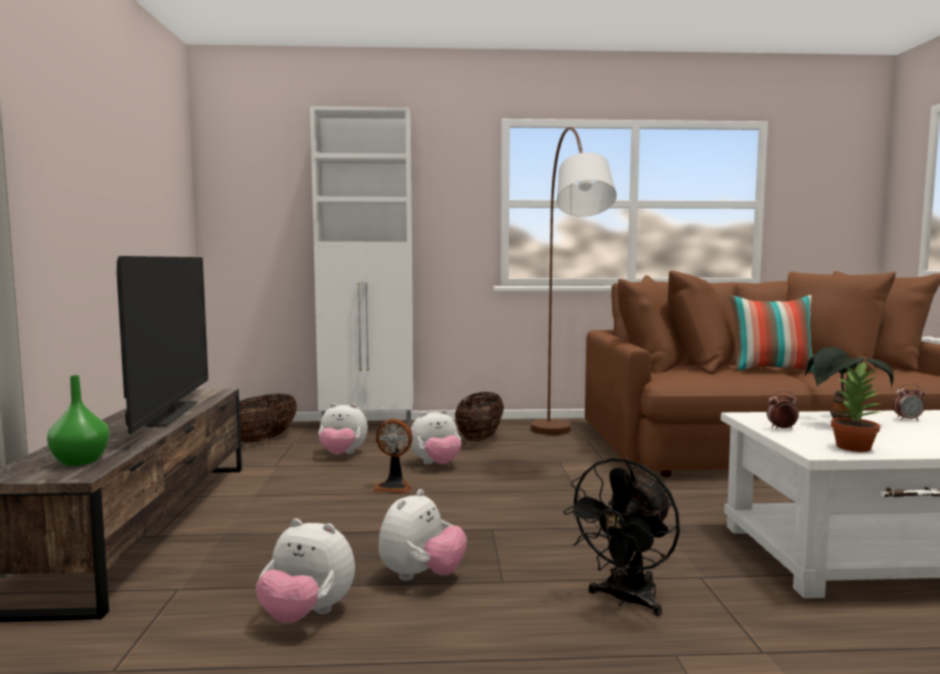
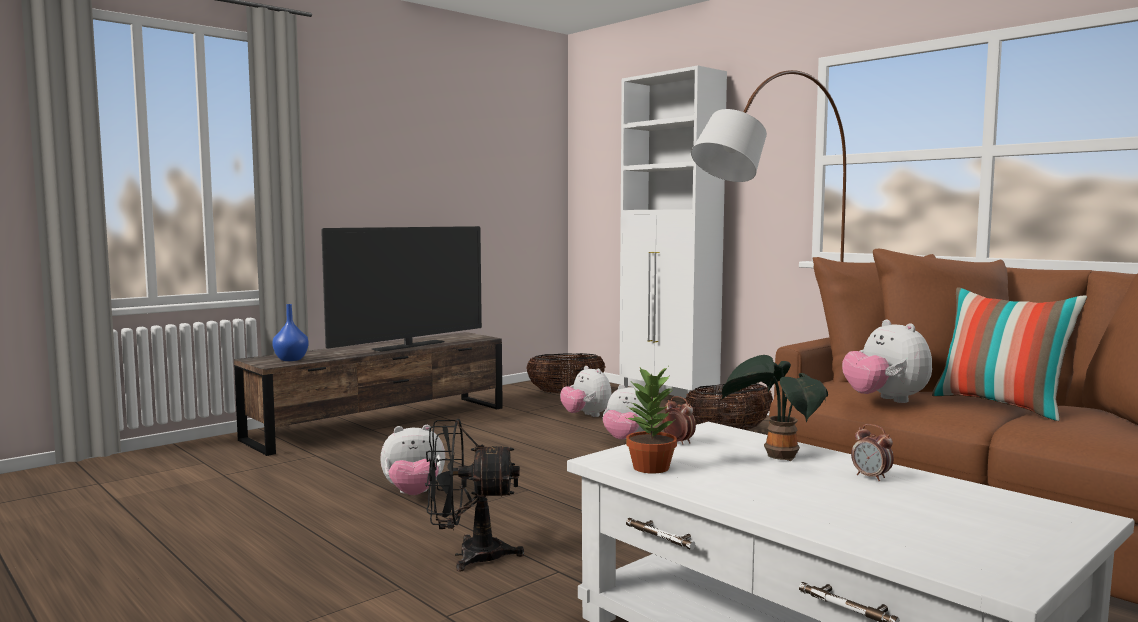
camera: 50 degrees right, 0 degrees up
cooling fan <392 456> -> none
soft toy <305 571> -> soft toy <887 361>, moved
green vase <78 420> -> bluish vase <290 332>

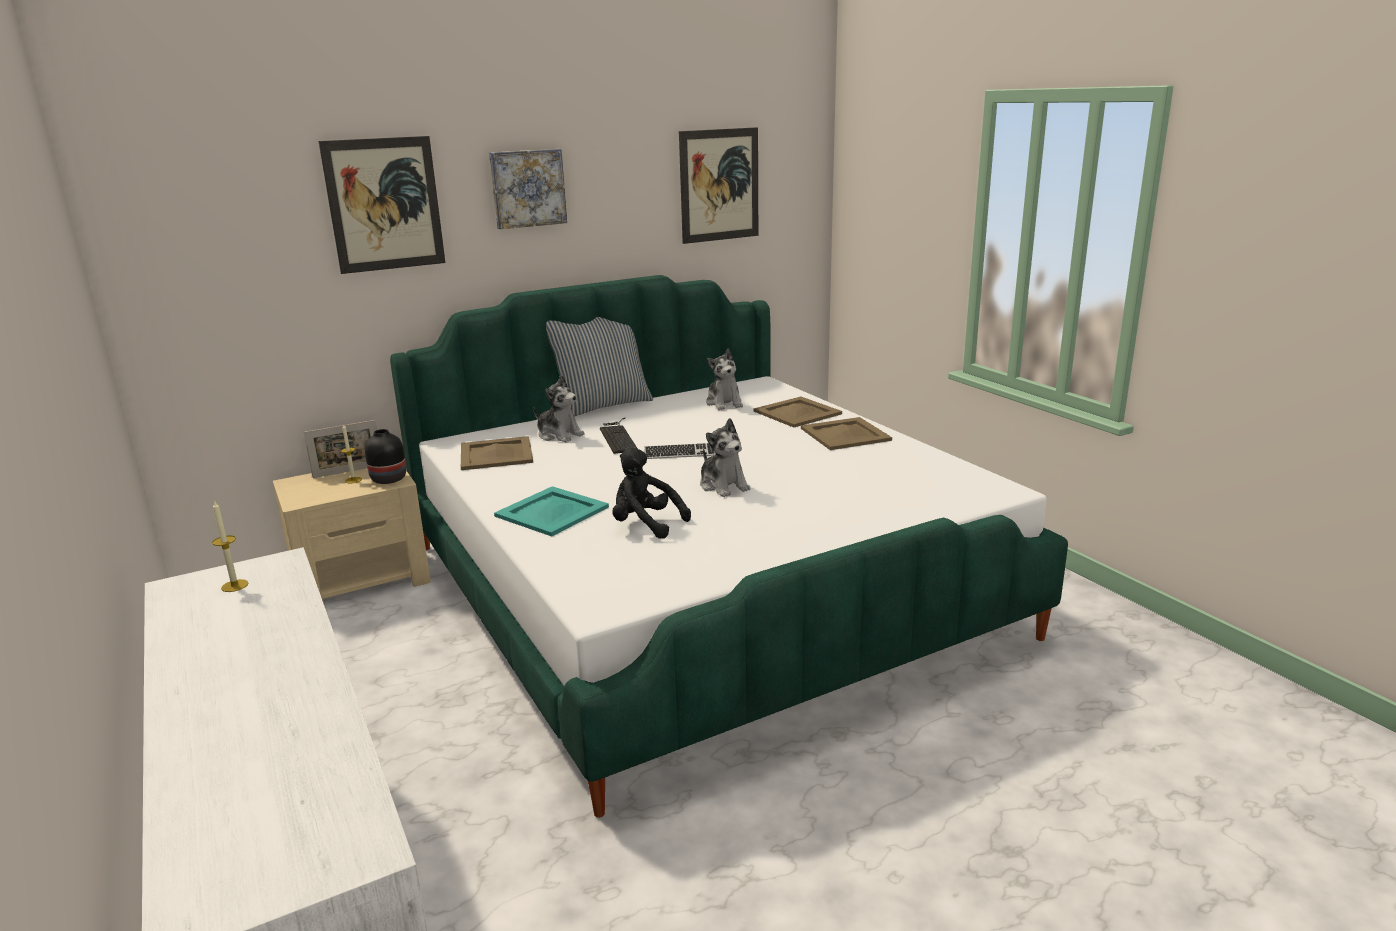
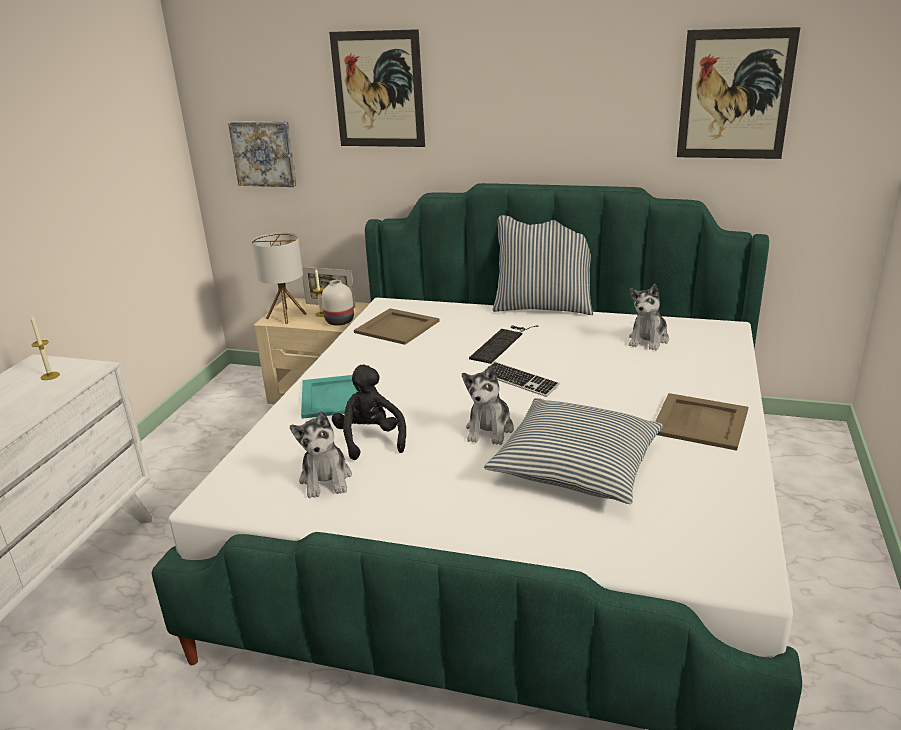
camera: 45 degrees right, 5 degrees up
sand-coloured tray <798 412> -> none
none -> lamp for a table <279 278>
none -> throw pillow <573 451>
wall picture <528 189> -> wall picture <262 154>, moved
soft toy <559 409> -> soft toy <321 454>, moved
blackish vase <385 456> -> white-coloured vase <338 303>

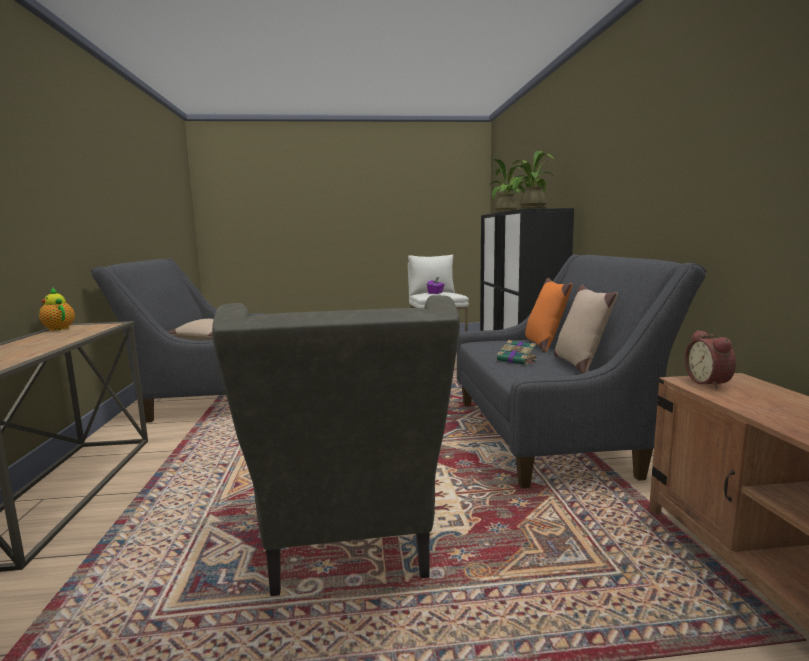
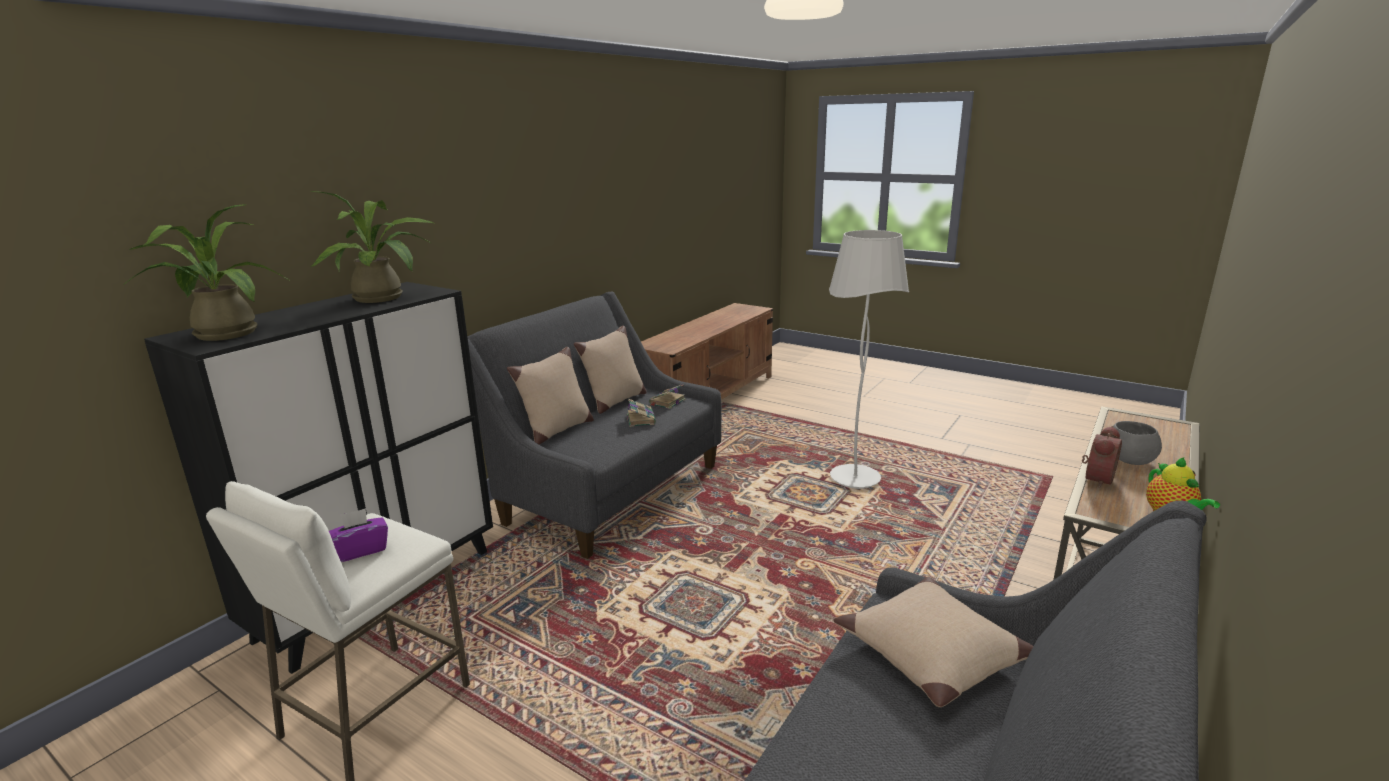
camera: 140 degrees left, 10 degrees up
none -> volume <667 396>
none -> gray bowl <1137 443>
table clock <710 359> -> table clock <1102 457>, moved
gray armchair <336 445> -> white-coloured standard lamp <869 359>
orangey throw pillow <548 315> -> sand-coloured throw pillow <550 395>

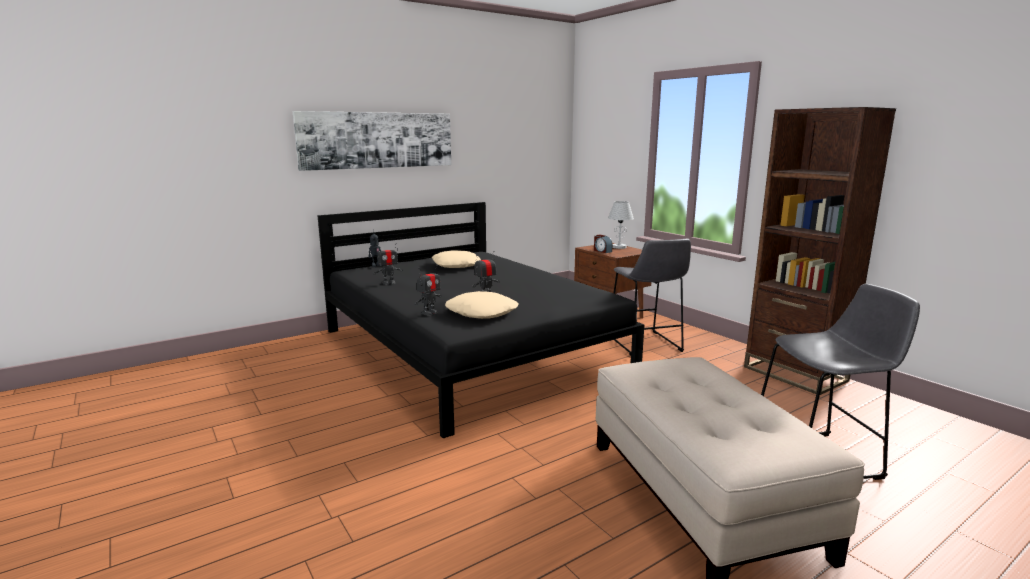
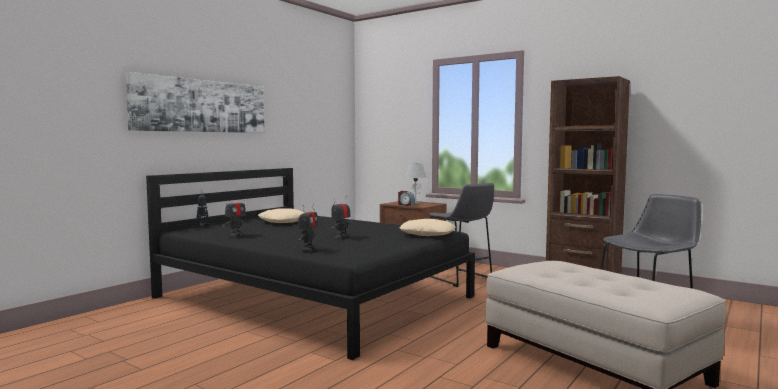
camera: 20 degrees left, 10 degrees down
sand-coloured throw pillow <482 305> -> sand-coloured throw pillow <427 227>, moved

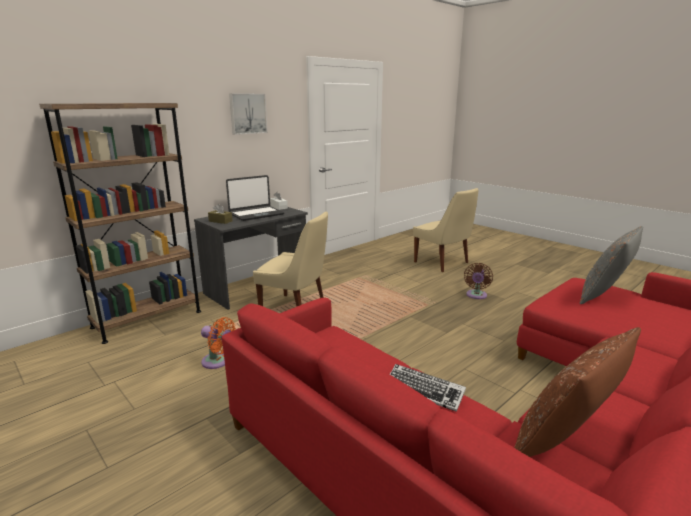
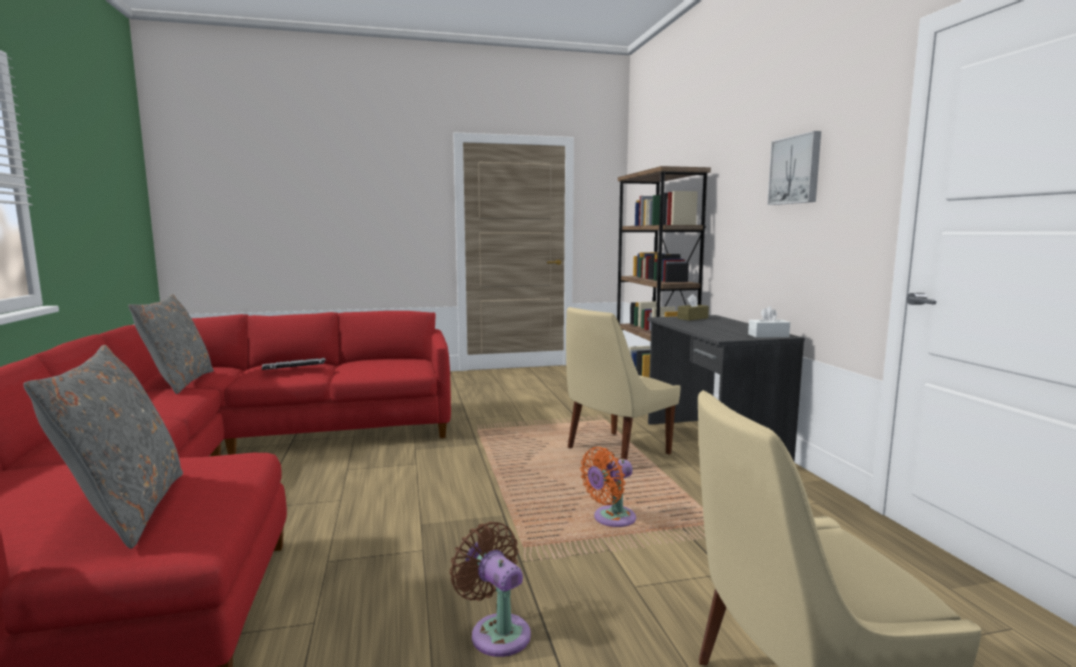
camera: 120 degrees right, 10 degrees down
notebook computer <255 198> -> none
orangey cooling fan <218 343> -> orangey cooling fan <608 487>, moved
brown throw pillow <577 392> -> gray throw pillow <171 344>

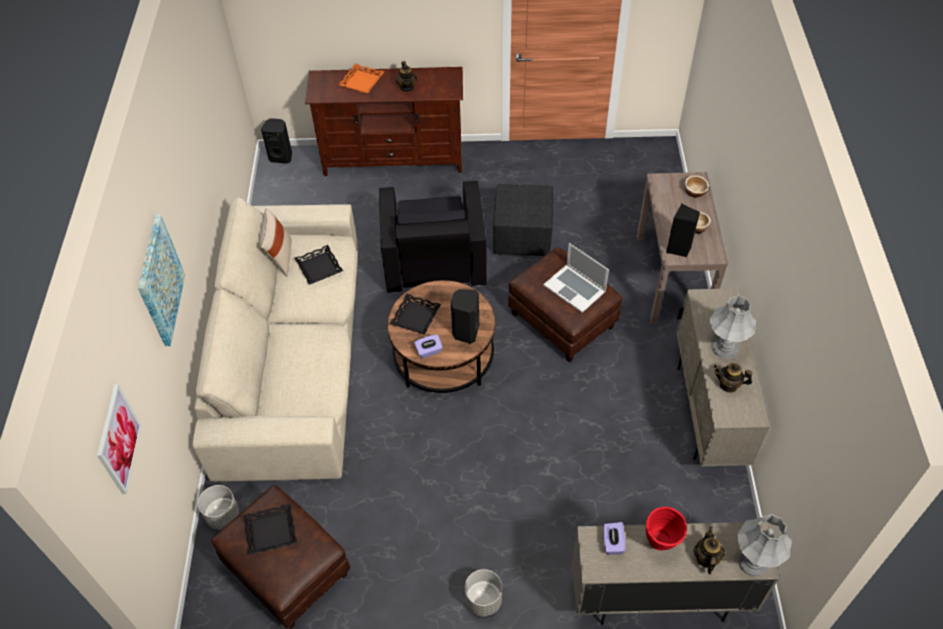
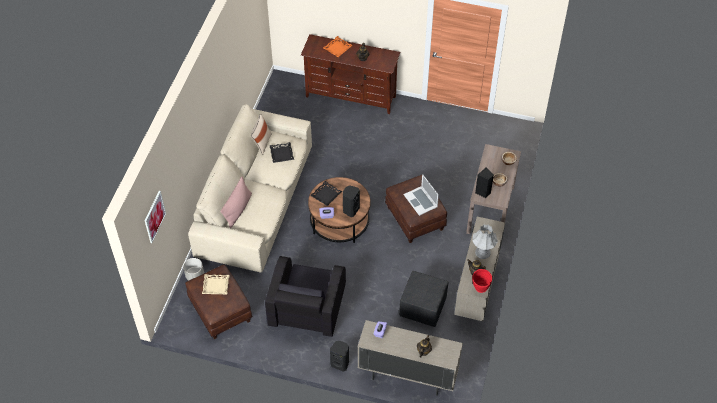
camera: 15 degrees right, 0 degrees up
wall picture <161 280> -> none
gray flower pot <483 592> -> none
gray lamp for a table <764 545> -> none
none -> pinkish throw pillow <236 202>
blackish loudspeaker <276 141> -> blackish loudspeaker <339 356>, moved
blackish armchair <433 237> -> blackish armchair <305 296>, moved
blackish footrest <523 220> -> blackish footrest <423 299>, moved
red vase <666 528> -> red vase <482 281>, moved
blackish tray <270 529> -> sand-coloured tray <215 284>

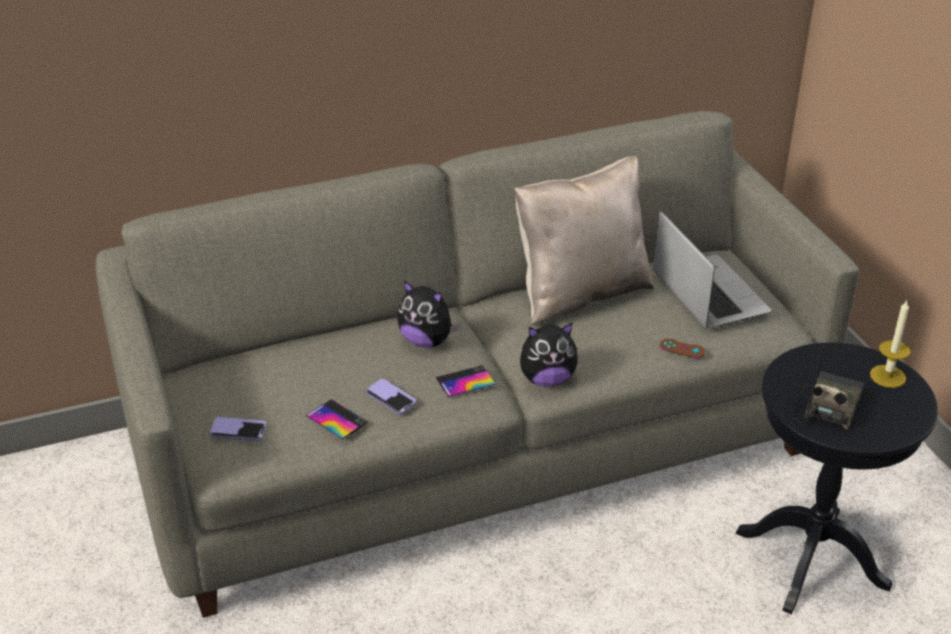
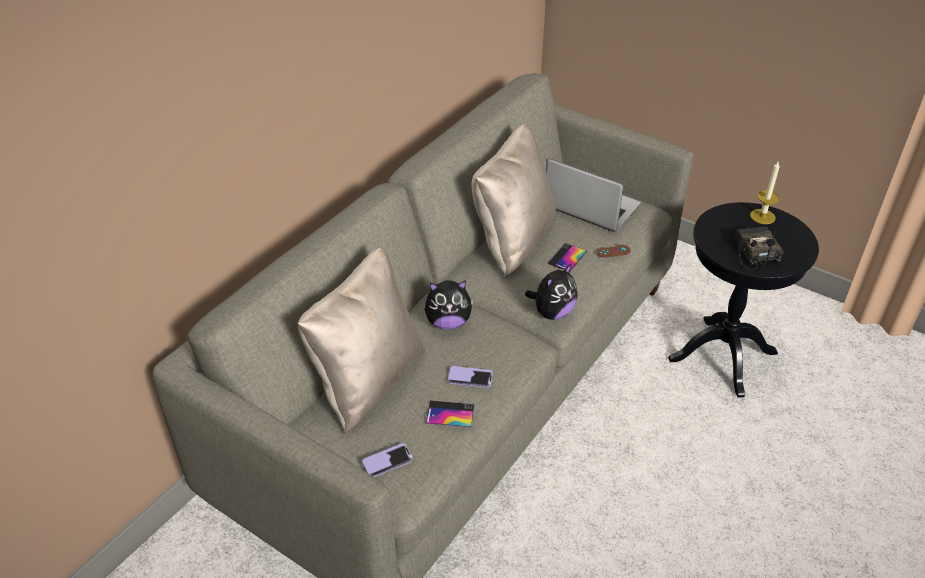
camera: 35 degrees left, 5 degrees up
none -> sand-coloured throw pillow <361 340>
handset <466 381> -> handset <567 257>, moved

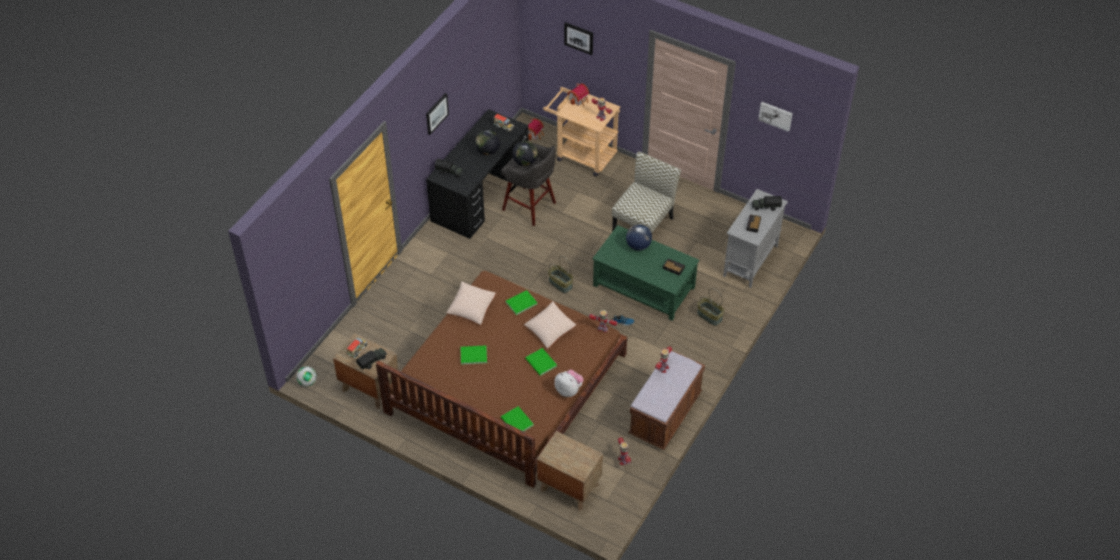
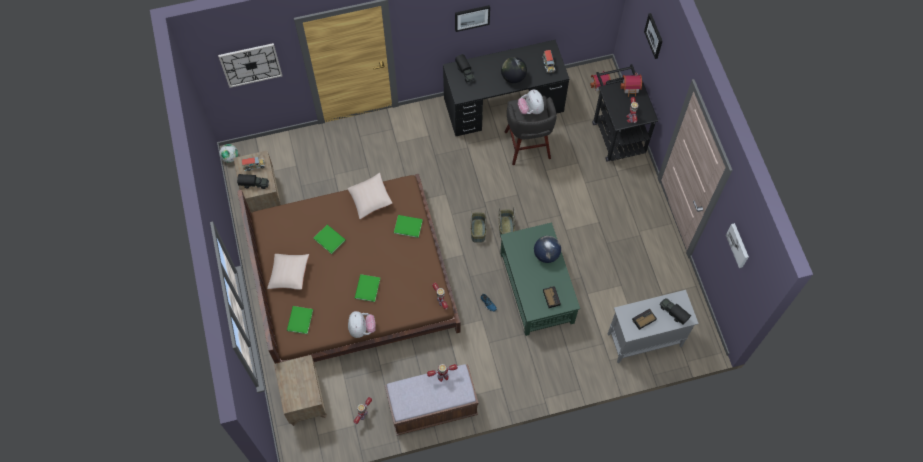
camera: 45 degrees right, 15 degrees up
plain chair <646 192> -> none
none -> hanging clock <250 65>
sand-coloured throw pillow <550 325> -> sand-coloured throw pillow <288 272>, moved
basket <711 307> -> basket <506 223>, moved
globe <525 153> -> soft toy <531 101>
sand-coloured trolley <581 131> -> blackish trolley <625 113>

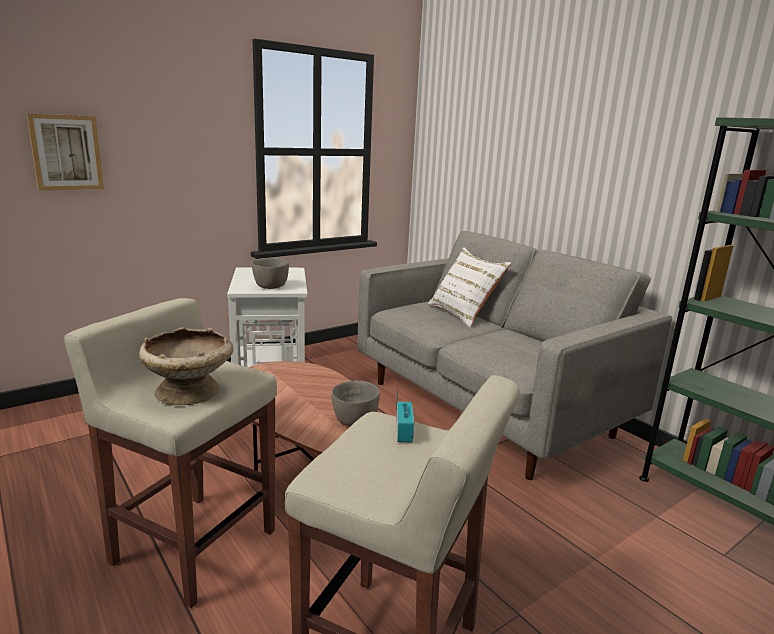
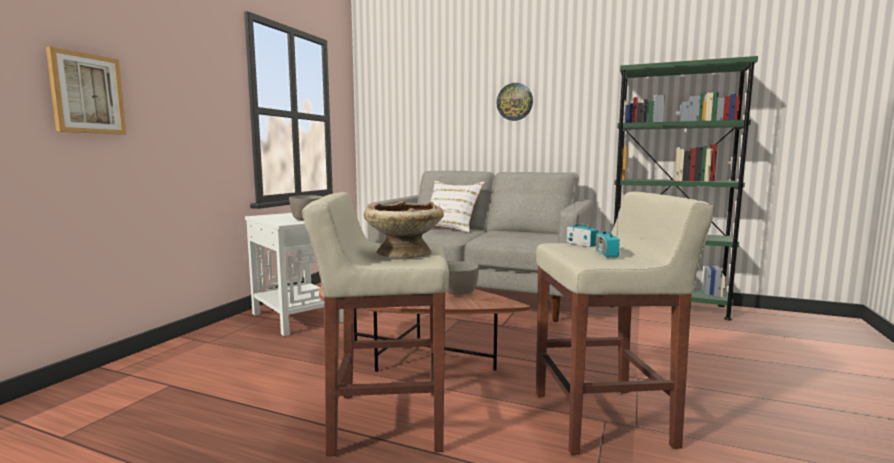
camera: 30 degrees left, 10 degrees down
none -> hanging clock <514 102>
none -> radio set <608 232>

